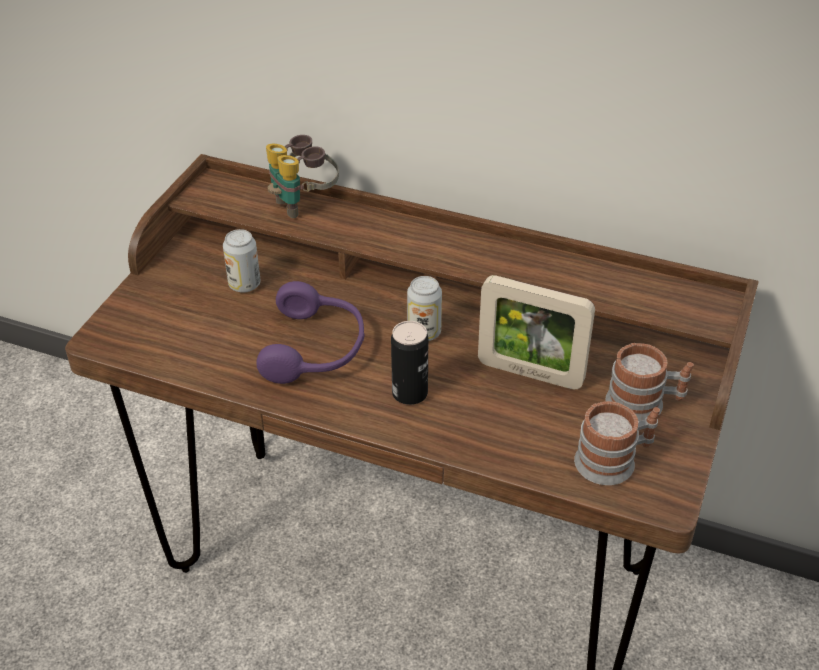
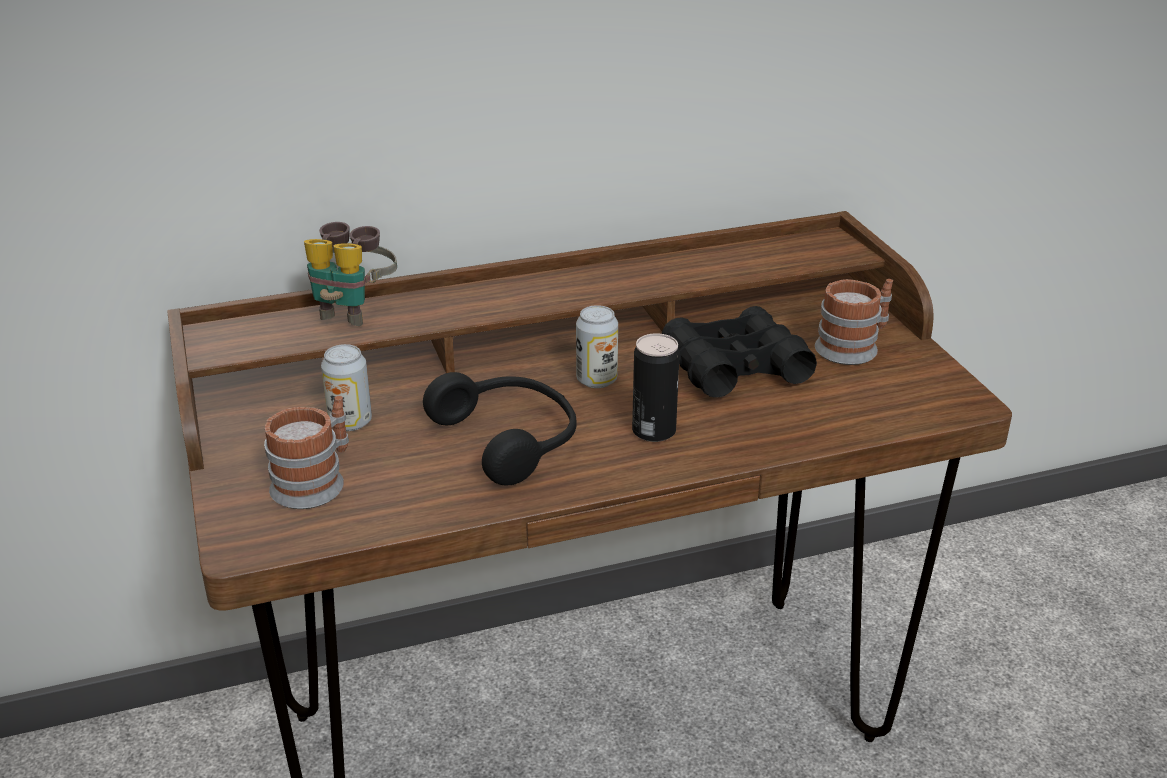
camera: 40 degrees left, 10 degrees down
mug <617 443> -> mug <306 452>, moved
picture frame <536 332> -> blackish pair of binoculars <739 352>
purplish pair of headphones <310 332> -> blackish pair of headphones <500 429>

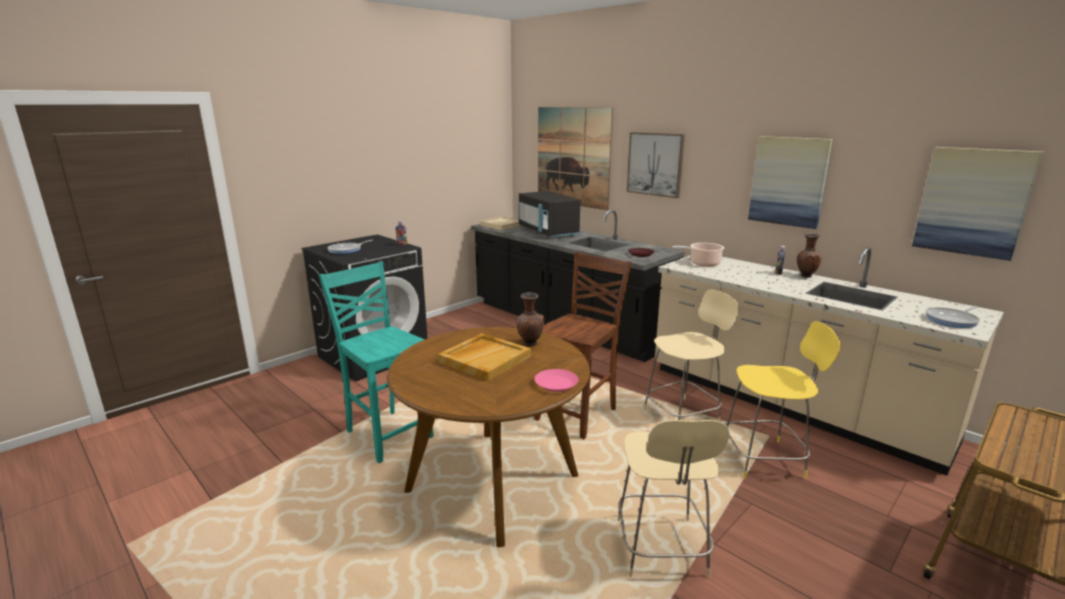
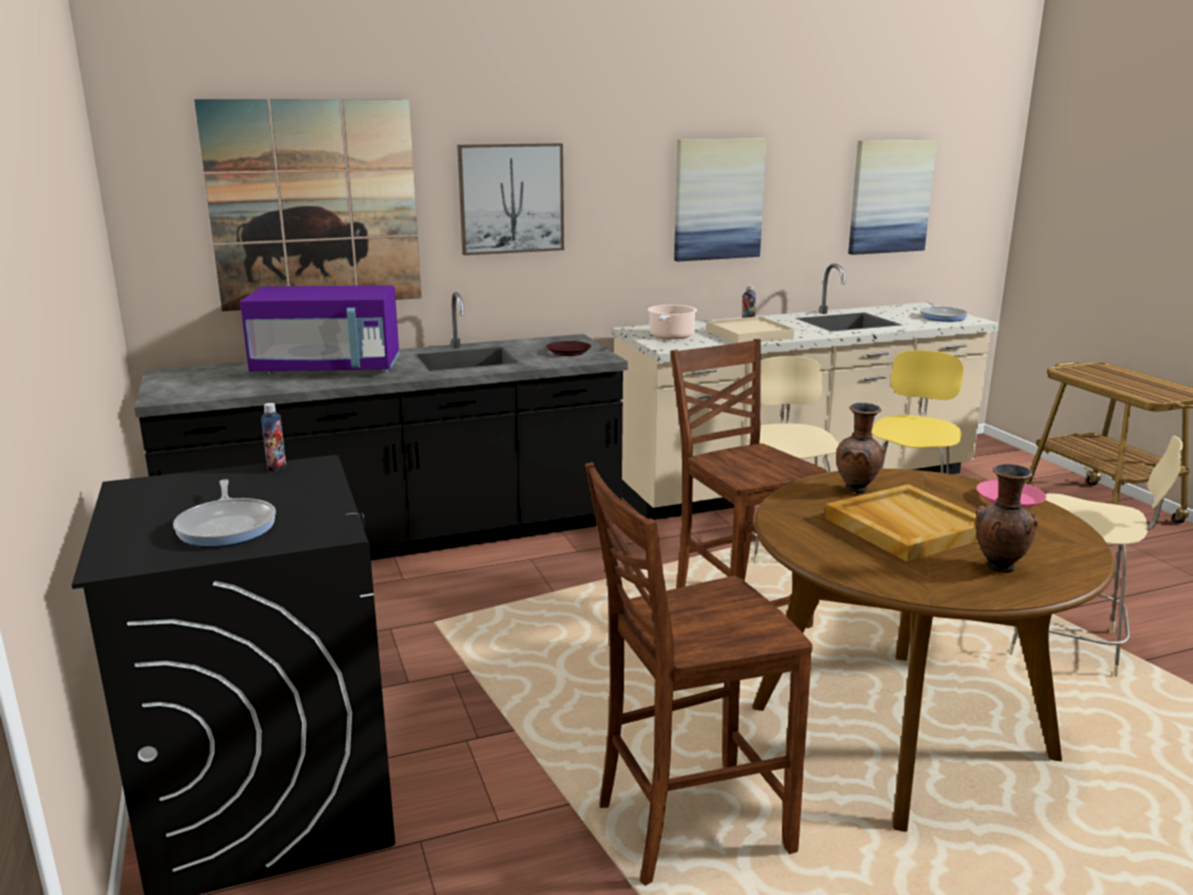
camera: 65 degrees left, 0 degrees up
sand-coloured tray <501 223> -> sand-coloured tray <750 329>, moved
brown vase <809 256> -> brown vase <1006 518>, moved
turquoise-coloured plain chair <376 362> -> brown plain chair <699 674>
blackish microwave oven <549 215> -> purplish microwave oven <320 330>

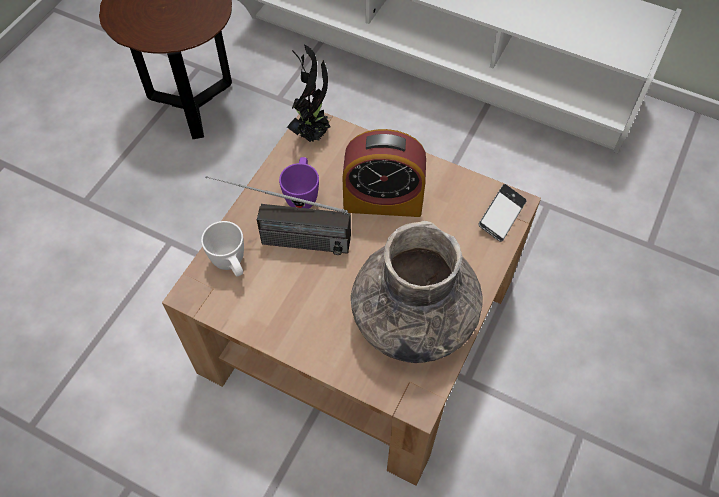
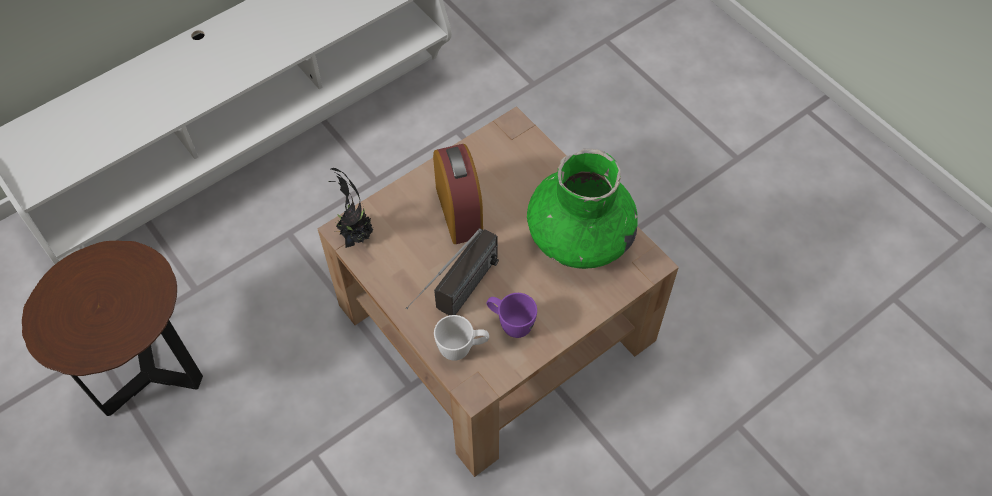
camera: 65 degrees left, 0 degrees up
handset <502 213> -> none
purplish mug <299 183> -> purplish mug <512 315>, moved
gray vase <416 291> -> green vase <582 209>
table clock <384 173> -> table clock <458 194>, 45 degrees counterclockwise

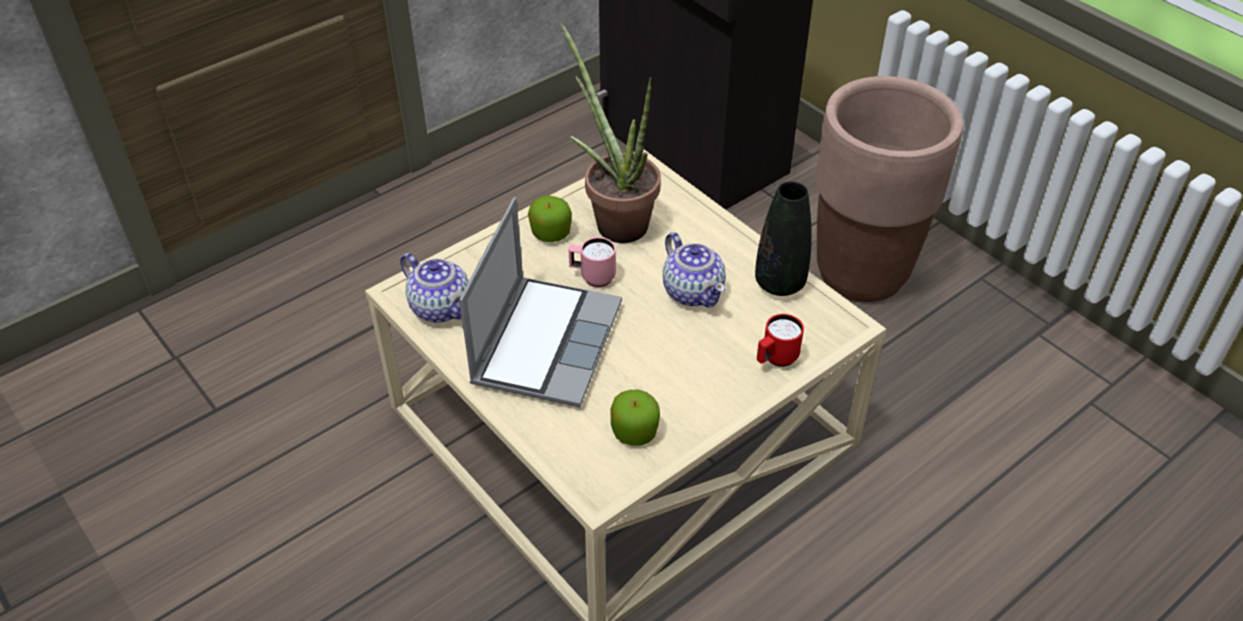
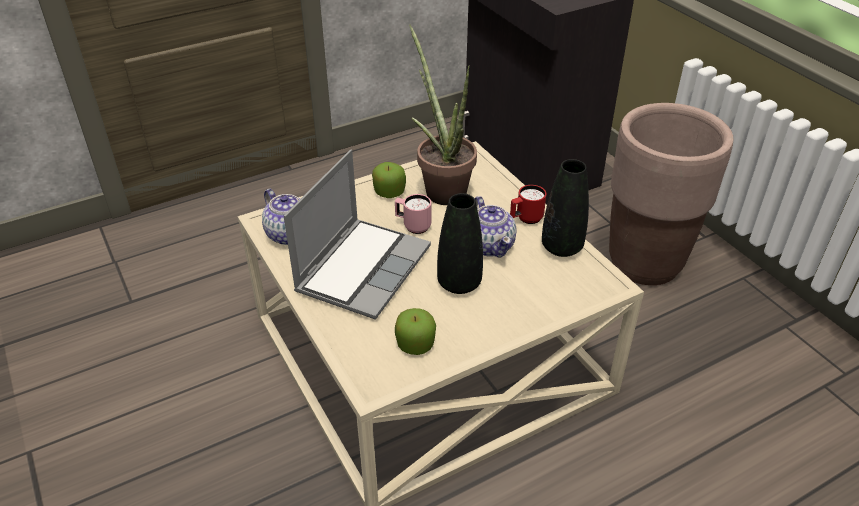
camera: 10 degrees right, 5 degrees down
none -> blackish vase <460 243>
red mug <780 340> -> red mug <528 204>, moved

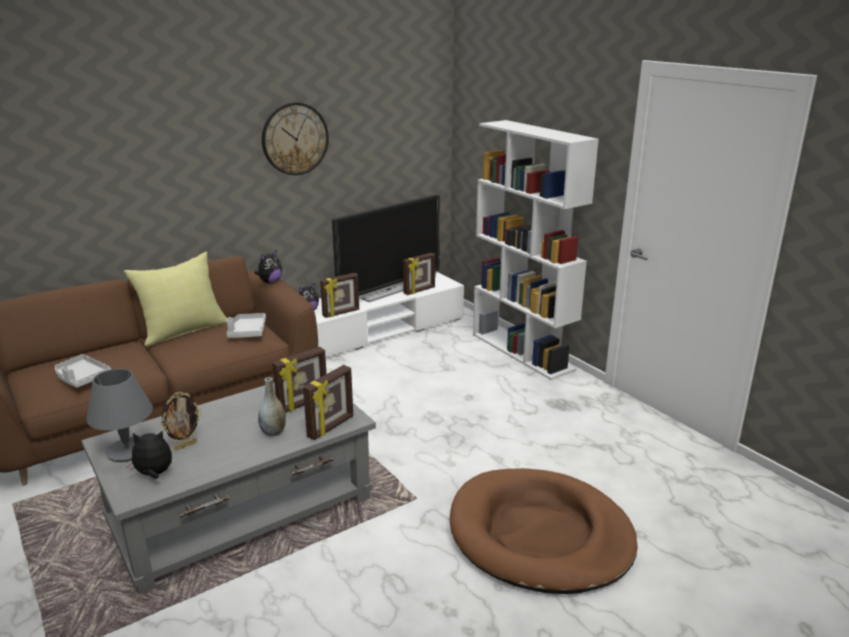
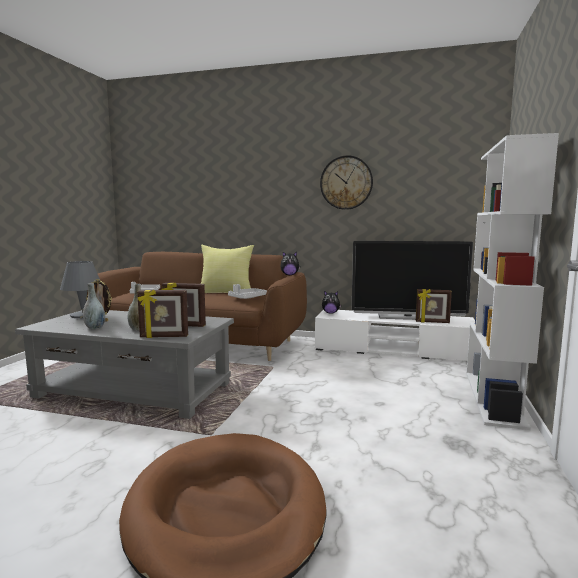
camera: 50 degrees right, 15 degrees down
soft toy <149 454> -> none
picture frame <339 295> -> none
none -> gray vase <94 306>

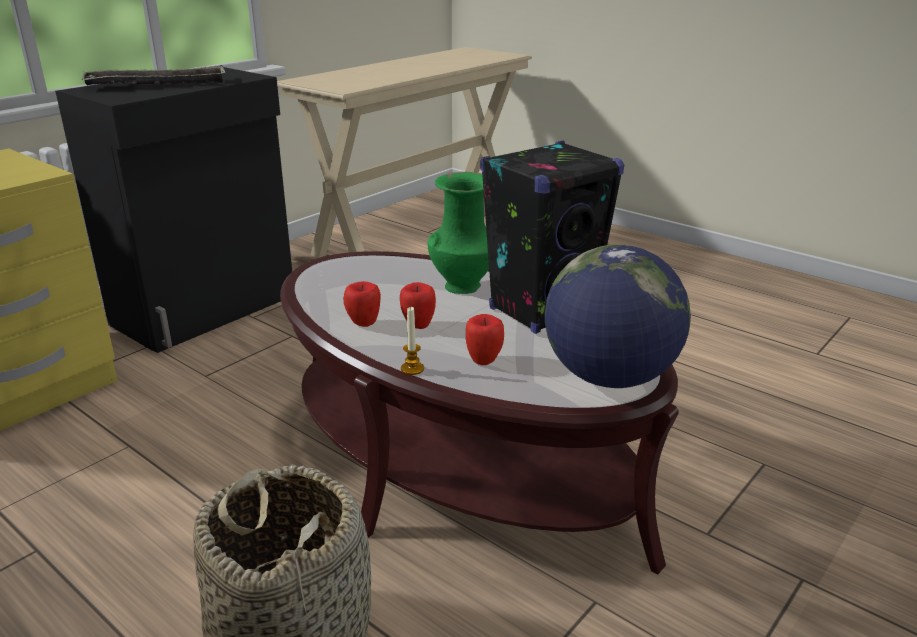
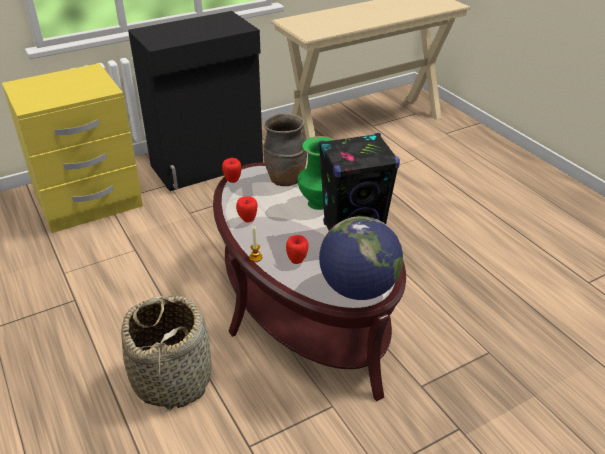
camera: 20 degrees right, 10 degrees up
tray <153 75> -> none
none -> brown vase <285 149>
apple fruit <418 305> -> apple fruit <231 170>, moved

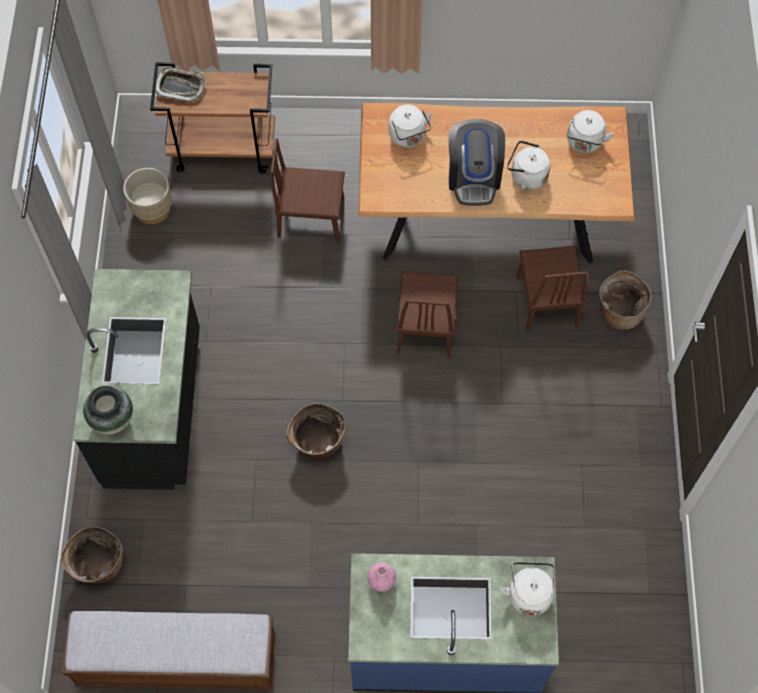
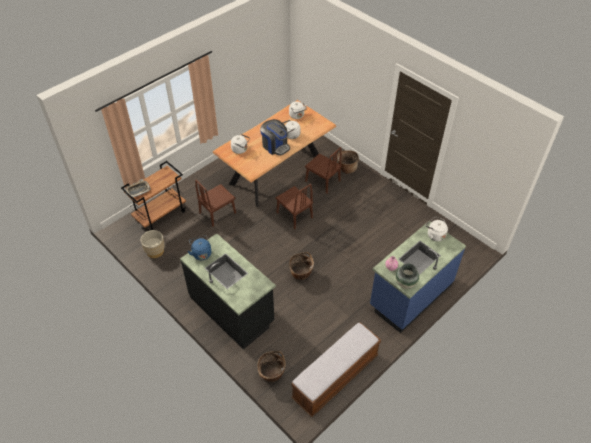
camera: 45 degrees left, 15 degrees down
none -> bluish kettle <199 247>
vase <108 410> -> vase <407 276>, moved

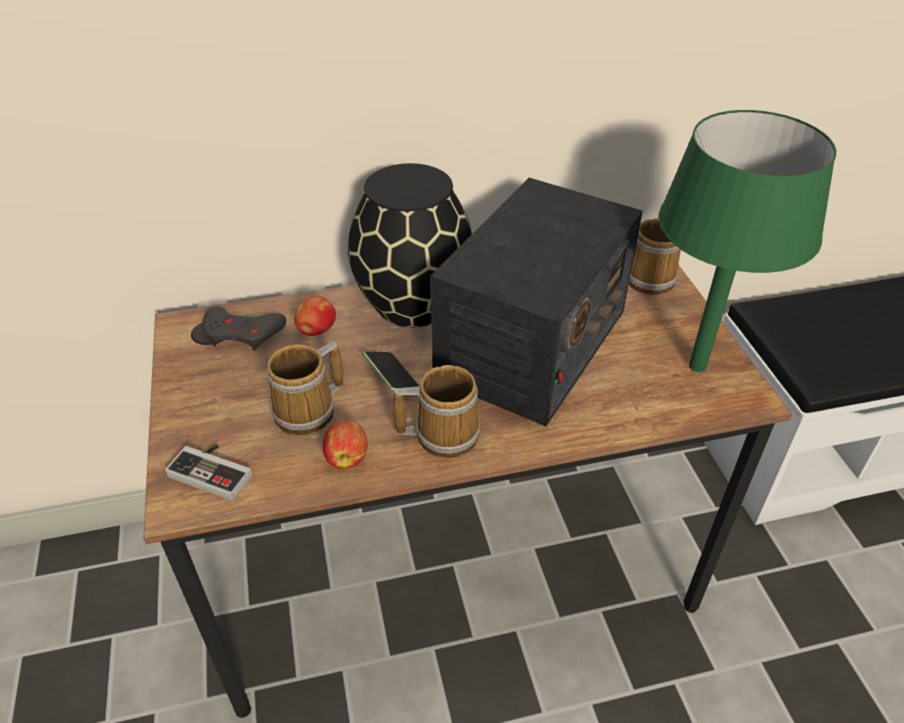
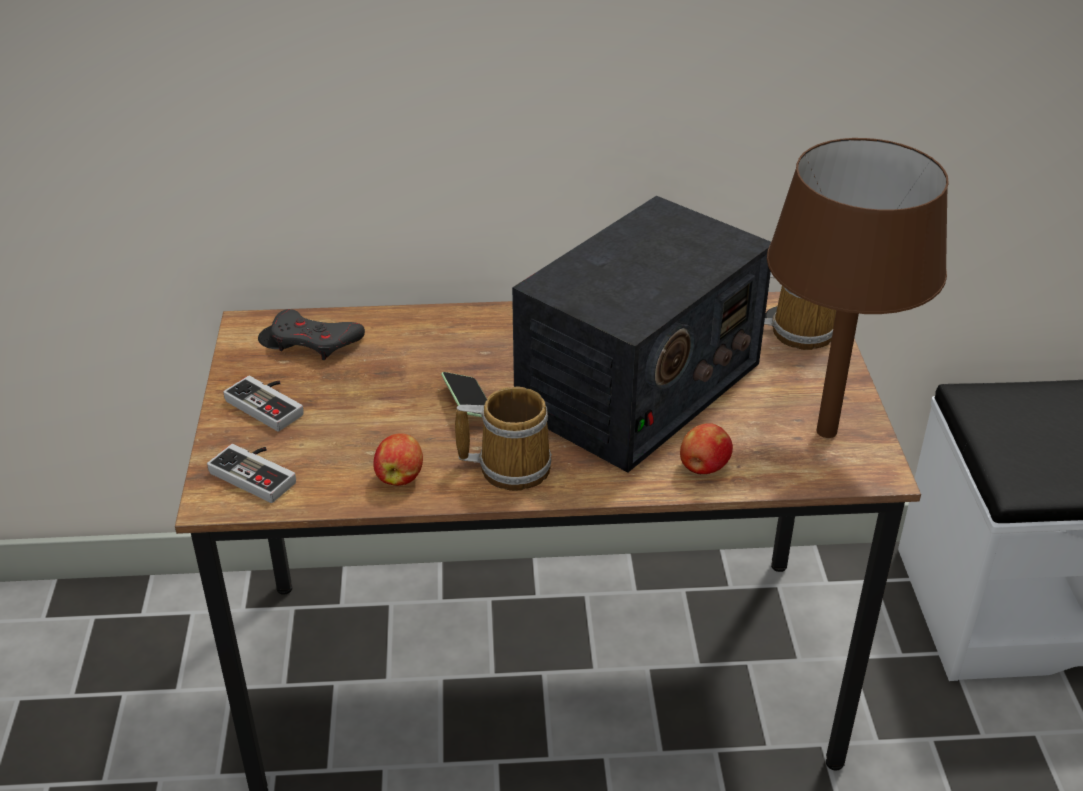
camera: 10 degrees right, 5 degrees down
mug <305 388> -> none
blackish vase <410 245> -> none
none -> joypad <263 404>
apple fruit <315 316> -> apple fruit <706 448>, moved
green lamp for a table <747 241> -> brown lamp for a table <858 288>

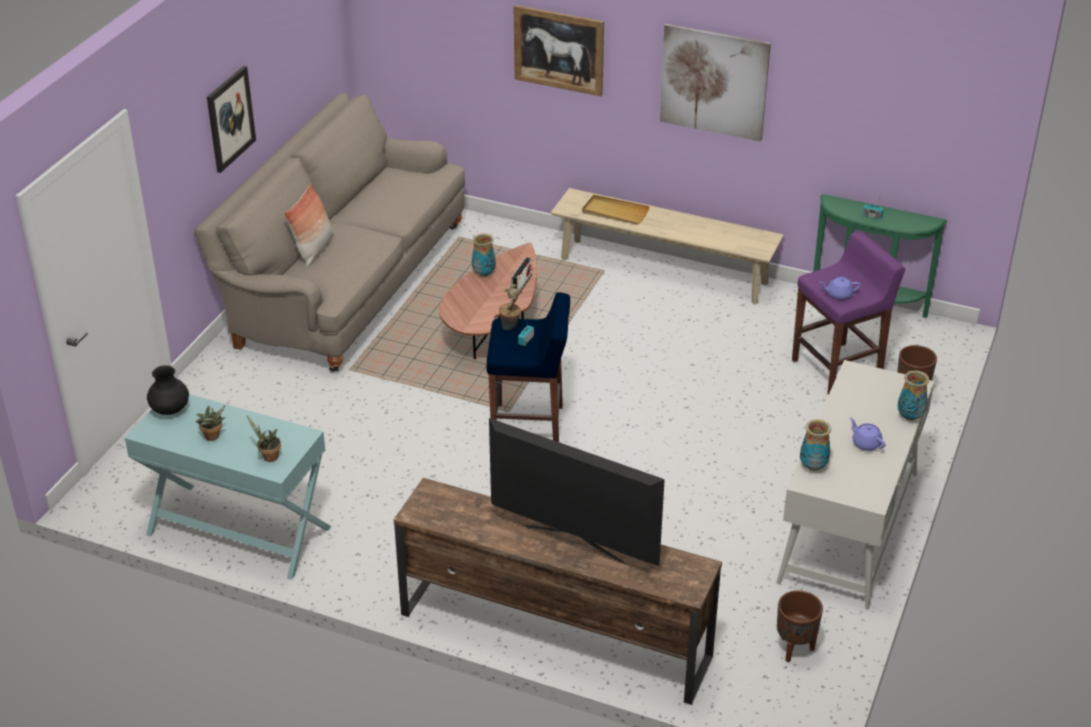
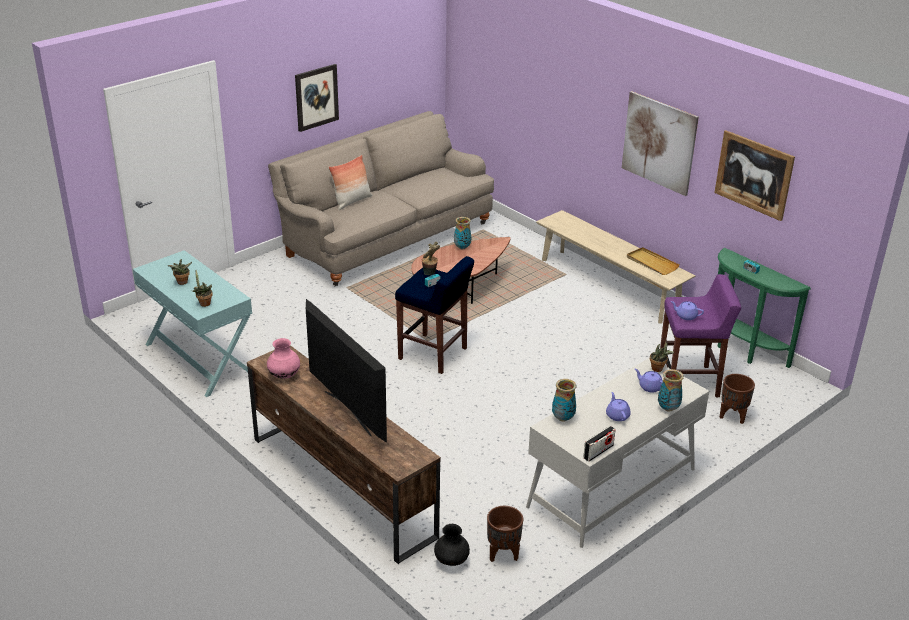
camera: 25 degrees right, 5 degrees down
none -> pinkish vase <283 358>
none -> purplish pot for tea <649 381>
none -> plant in a pot <662 356>
blackish vase <168 390> -> blackish vase <452 545>, moved
radio set <521 273> -> radio set <599 443>, moved
wall picture <559 50> -> wall picture <754 175>, moved
sand-coloured tray <616 210> -> sand-coloured tray <653 261>, moved

